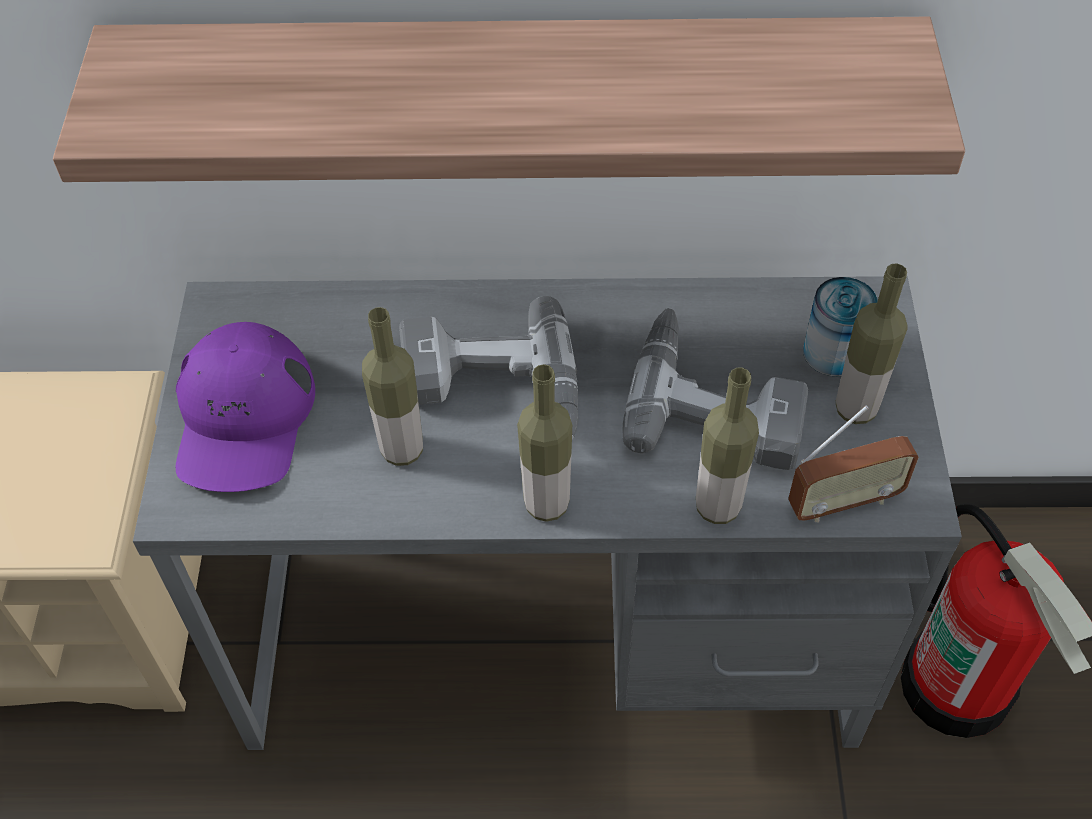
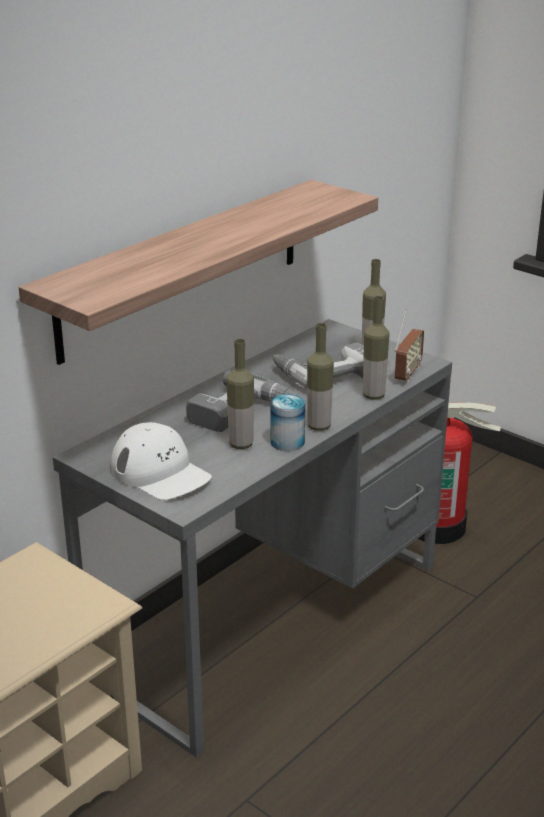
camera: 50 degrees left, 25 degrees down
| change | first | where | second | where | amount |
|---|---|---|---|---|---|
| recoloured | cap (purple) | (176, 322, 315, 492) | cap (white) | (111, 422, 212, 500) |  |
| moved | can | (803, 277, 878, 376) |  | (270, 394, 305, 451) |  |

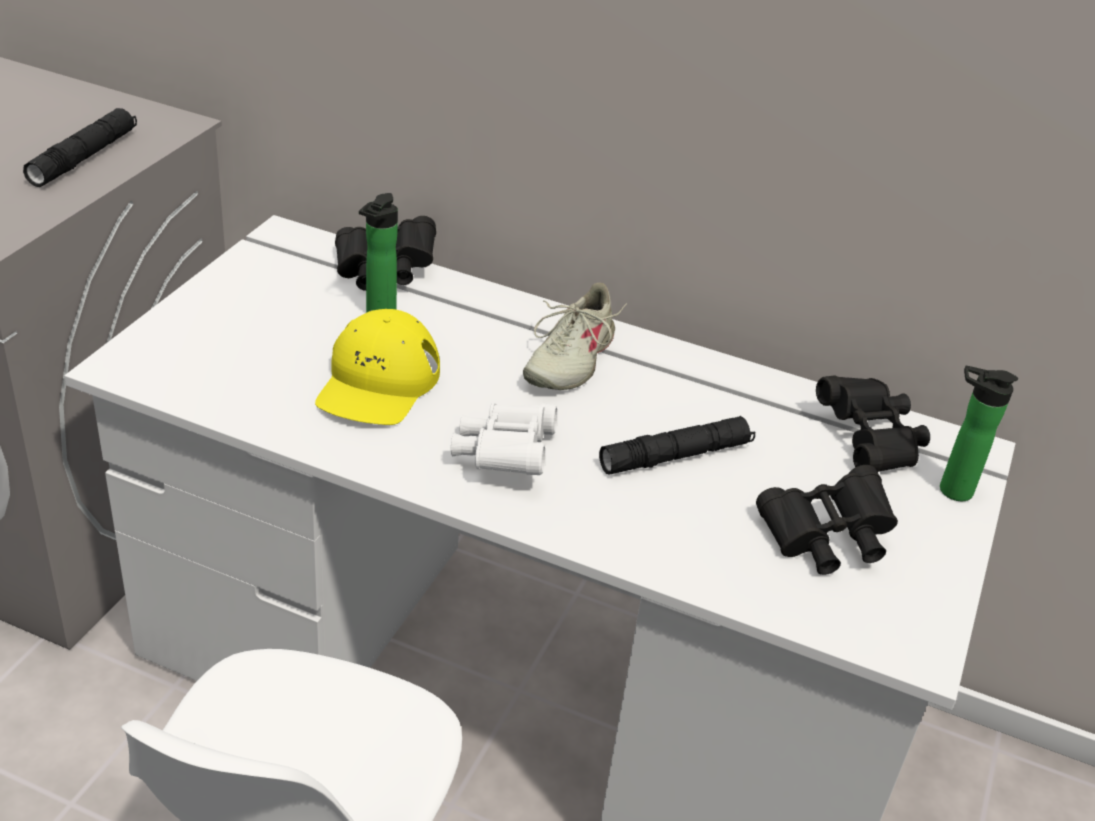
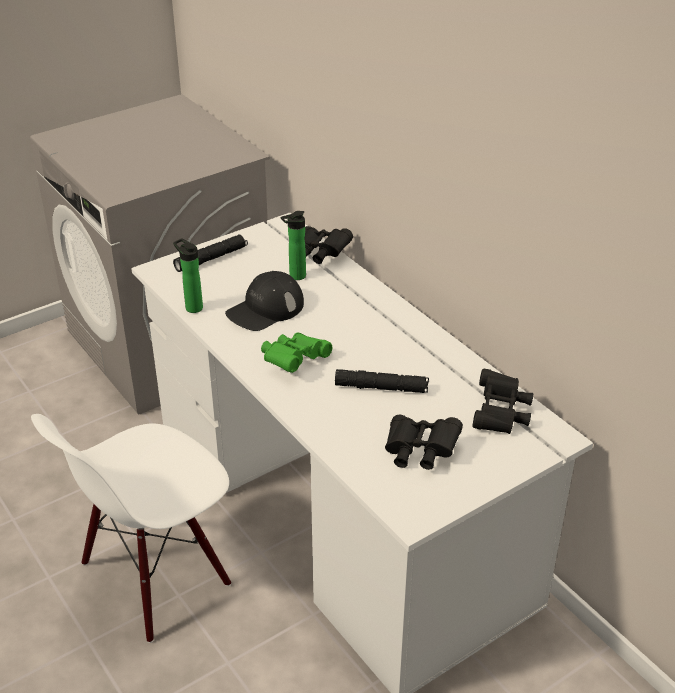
camera: 35 degrees right, 0 degrees up
| change | first | where | second | where | amount |
|---|---|---|---|---|---|
| moved | flashlight (black) | (23, 108, 137, 187) |  | (173, 234, 248, 272) |  |
| moved | bottle | (940, 366, 1018, 501) |  | (173, 238, 203, 313) |  |
| recoloured | cap (yellow) | (315, 309, 440, 425) | cap (black) | (225, 271, 304, 331) |  |
| recoloured | binoculars (white) | (451, 403, 557, 475) | binoculars (green) | (261, 332, 332, 373) |  |
| removed | shoe (beige) | (523, 283, 627, 390) |  |  |  |

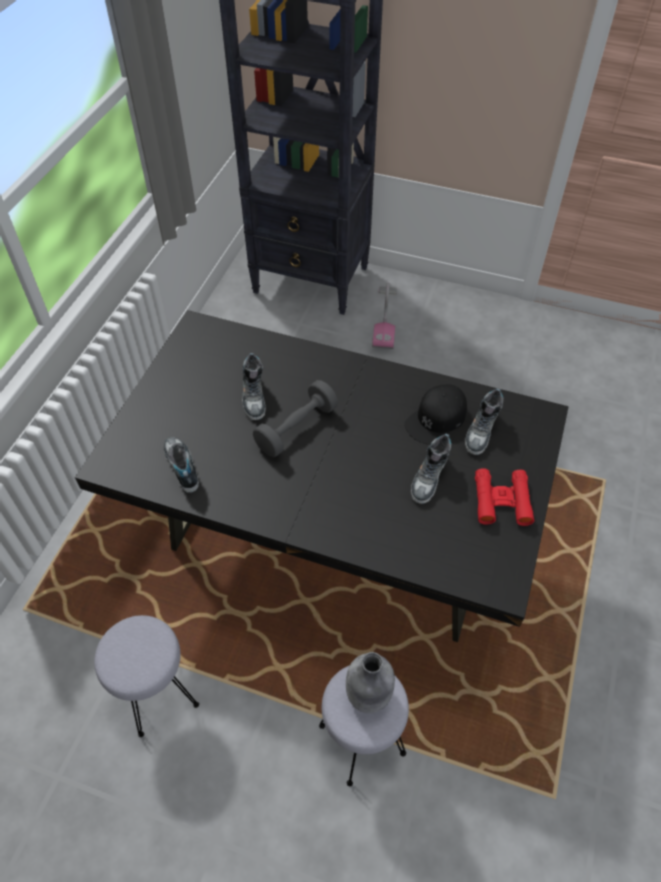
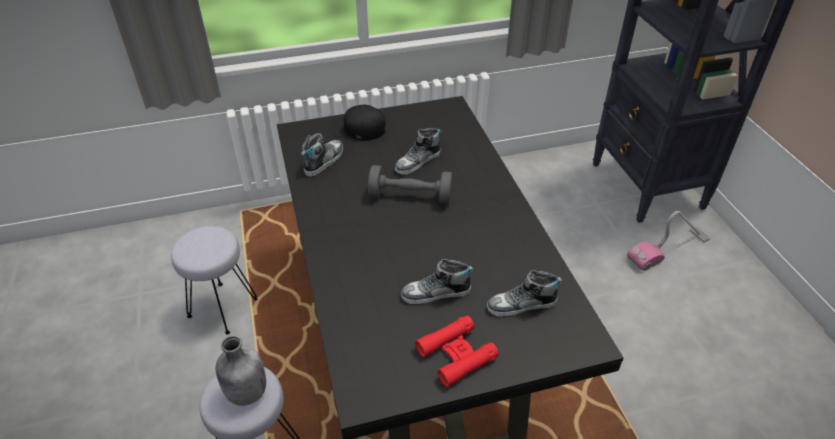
camera: 55 degrees right, 10 degrees down
| change | first | where | second | where | amount |
|---|---|---|---|---|---|
| moved | cap (black) | (404, 384, 467, 445) |  | (330, 105, 386, 141) |  |

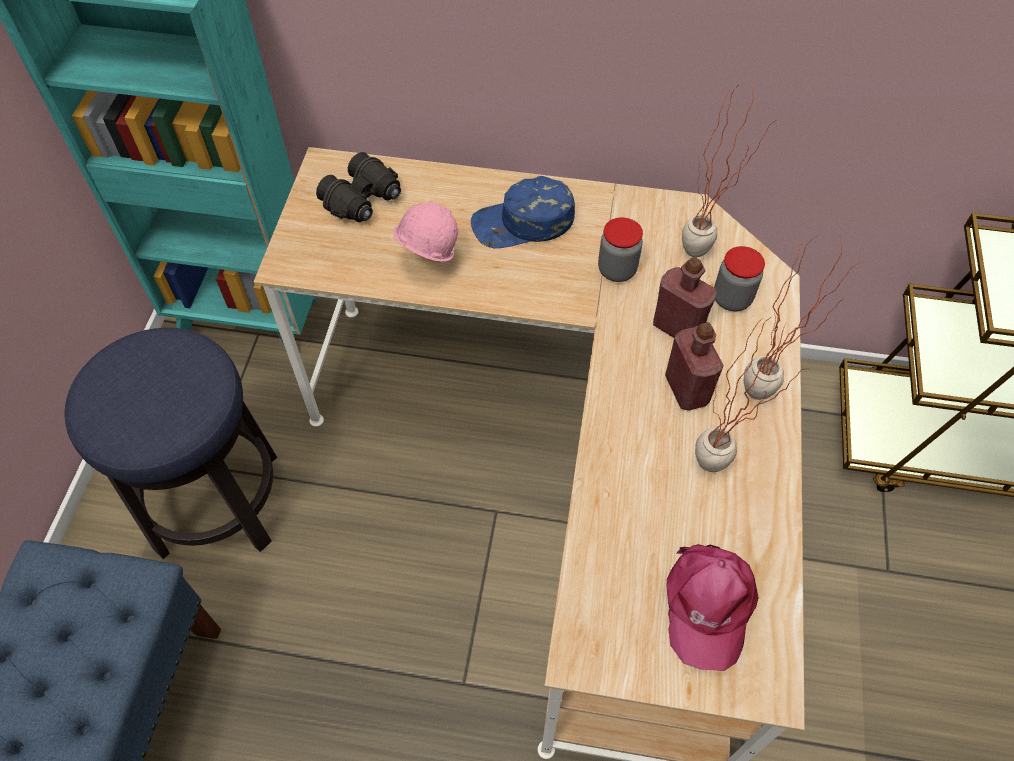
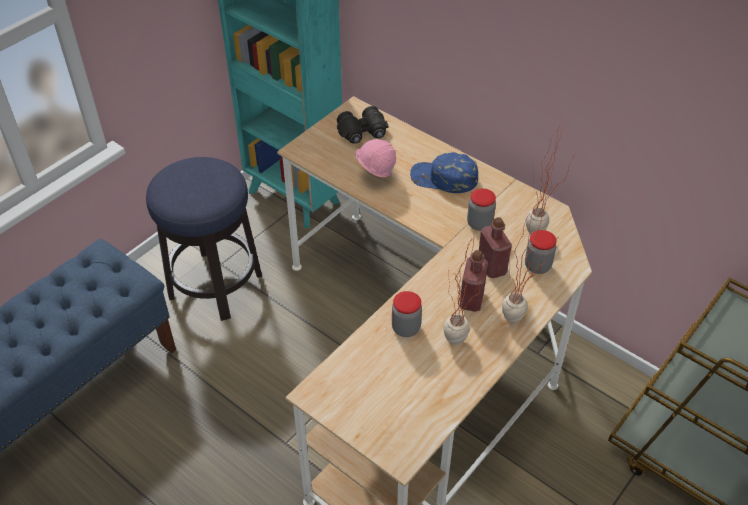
camera: 30 degrees right, 10 degrees down
| change | first | where | second | where | amount |
|---|---|---|---|---|---|
| added |  |  | jar | (392, 291, 422, 337) |  |
| removed | cap (pink) | (666, 544, 759, 671) |  |  |  |

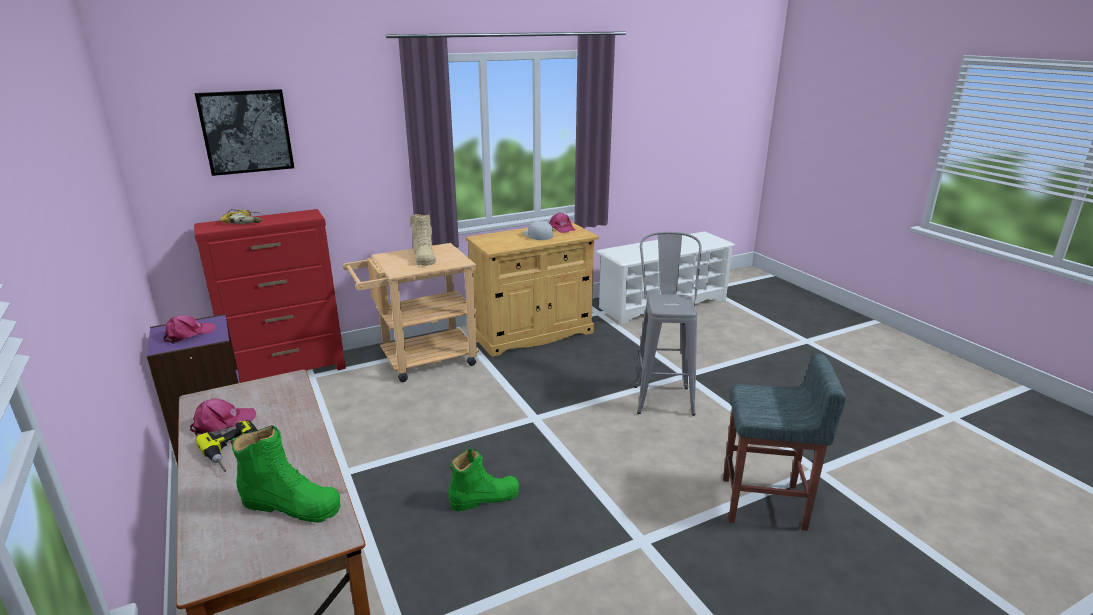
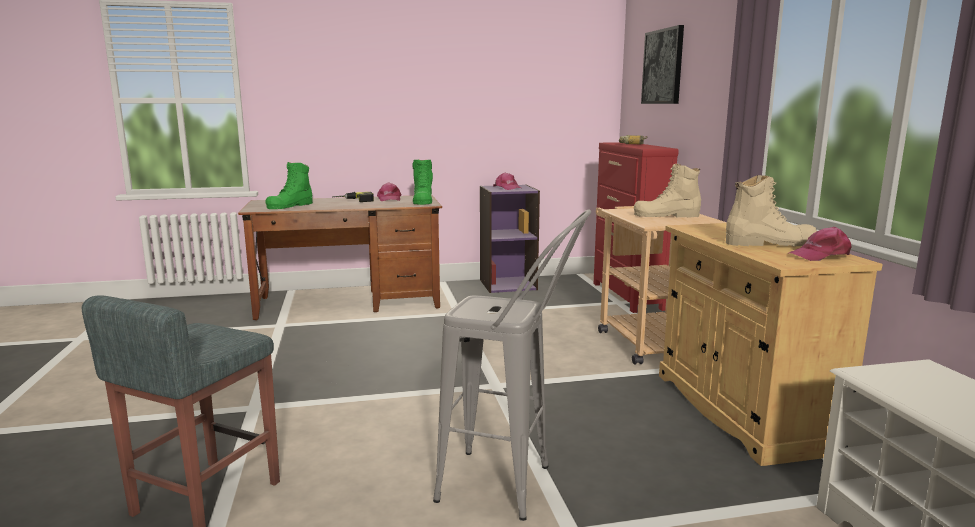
camera: 105 degrees right, 10 degrees down
| change | first | where | second | where | amount |
|---|---|---|---|---|---|
| moved | boot (green) | (448, 449, 519, 511) |  | (412, 159, 433, 205) |  |
| replaced | cap (white) | (523, 220, 553, 240) | boot (beige) | (726, 175, 817, 247) |  |

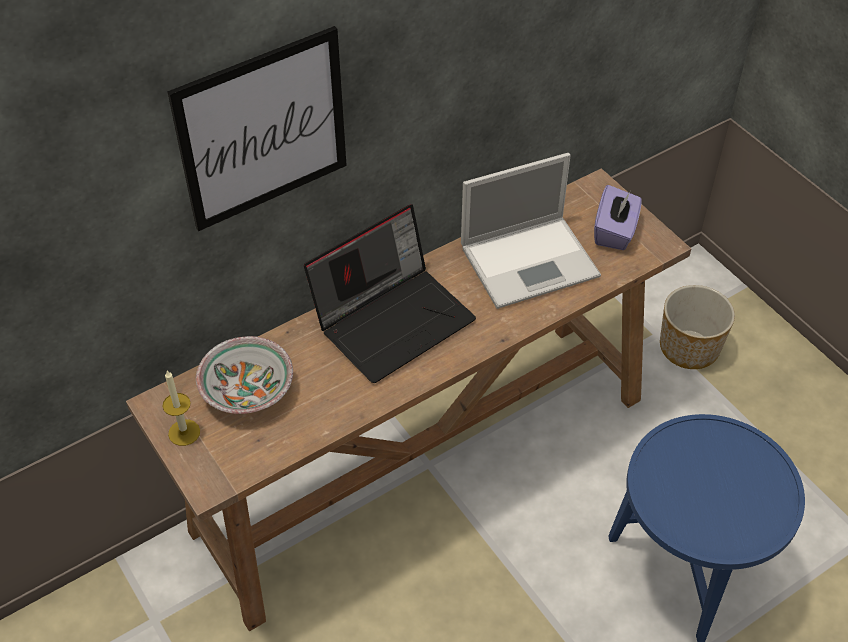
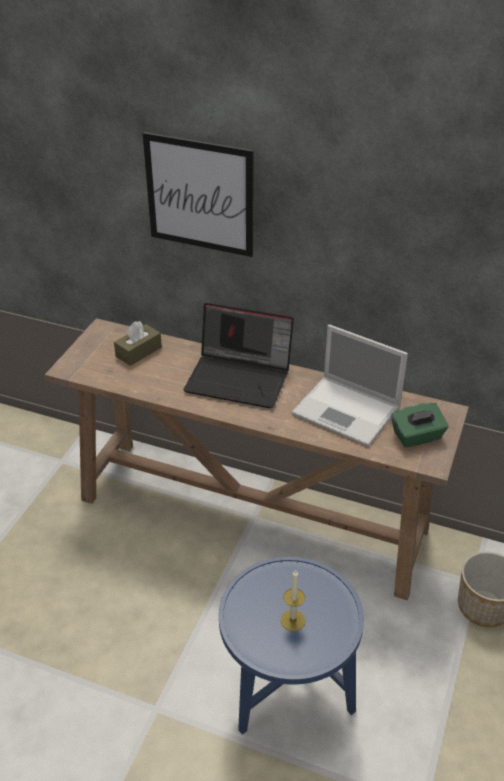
camera: 55 degrees right, 10 degrees down
| change | first | where | second | where | amount |
|---|---|---|---|---|---|
| replaced | bowl | (196, 336, 293, 414) | tissue box (brown) | (114, 321, 162, 366) |  |
| moved | candle | (162, 371, 200, 446) |  | (281, 570, 305, 631) |  |
| recoloured | tissue box (purple) | (594, 185, 641, 250) | tissue box (green) | (391, 403, 449, 448) |  |

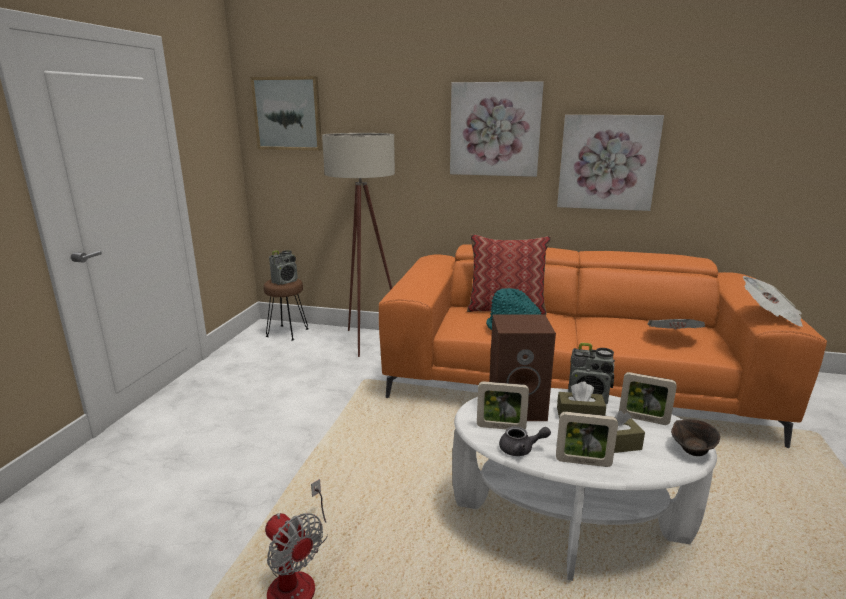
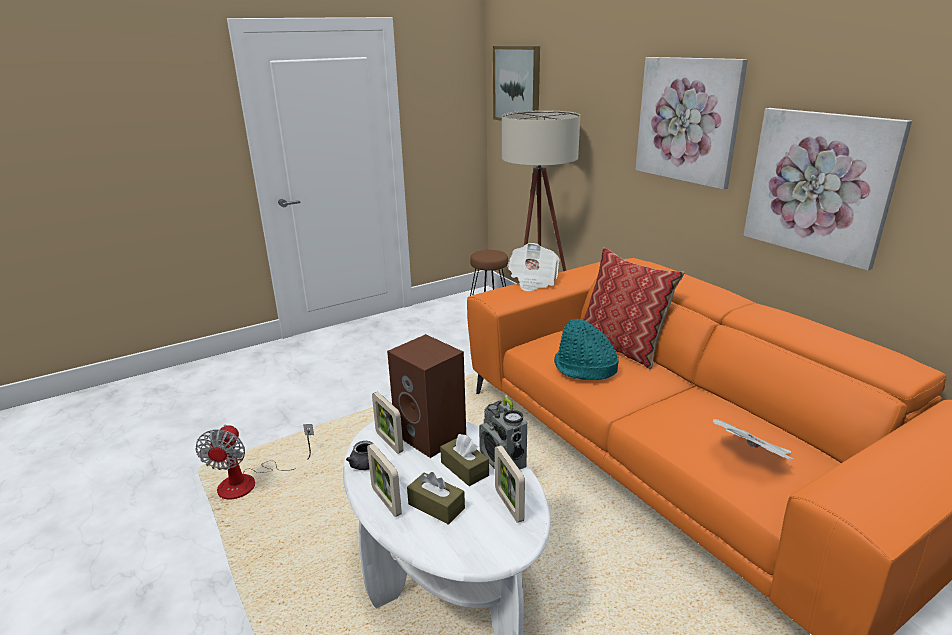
camera: 45 degrees right, 5 degrees up
| change | first | where | second | where | amount |
|---|---|---|---|---|---|
| moved | newspaper | (743, 276, 803, 327) |  | (507, 243, 560, 291) |  |
| removed | radio | (269, 250, 298, 285) |  |  |  |
| removed | bowl (brown) | (671, 419, 720, 456) |  |  |  |

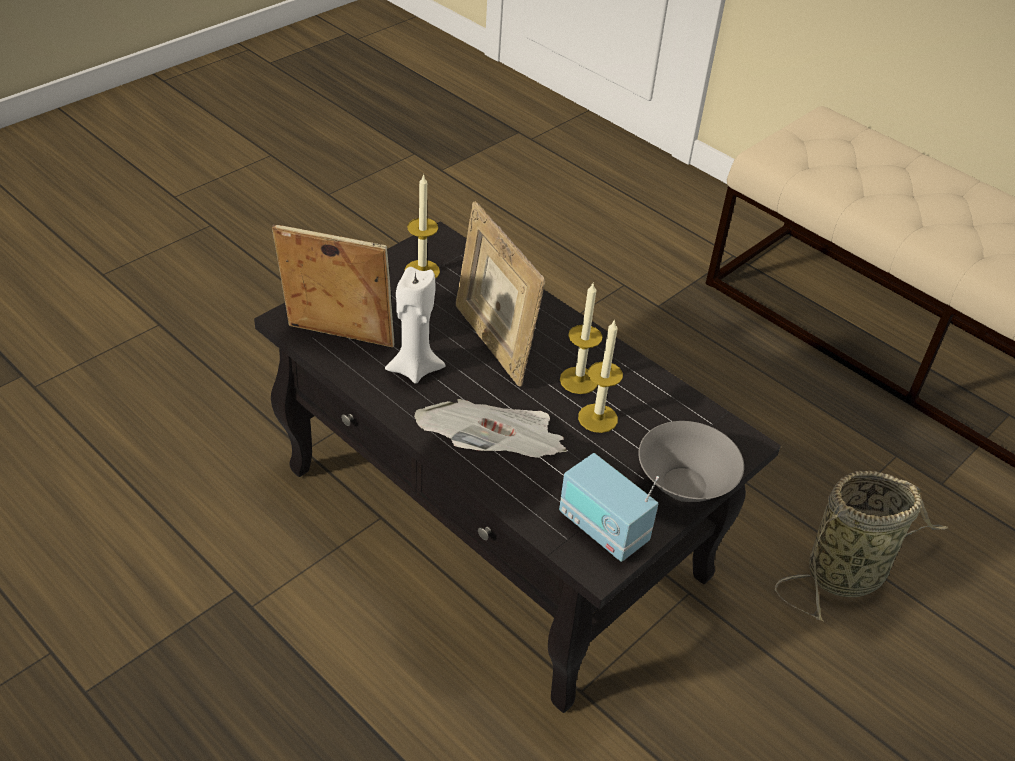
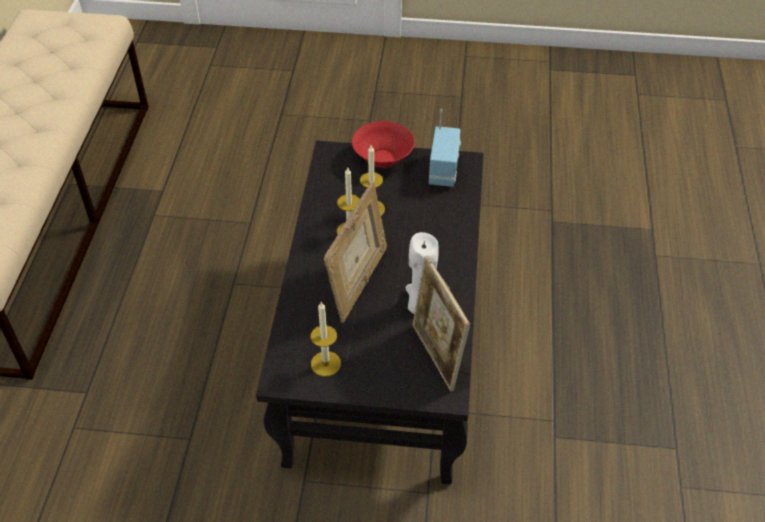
camera: 125 degrees left, 5 degrees up
| change | first | where | second | where | amount |
|---|---|---|---|---|---|
| recoloured | bowl (grey) | (638, 421, 744, 502) | bowl (red) | (352, 121, 415, 168) |  |
| removed | newspaper | (414, 399, 567, 458) |  |  |  |
| removed | basket | (774, 471, 949, 622) |  |  |  |

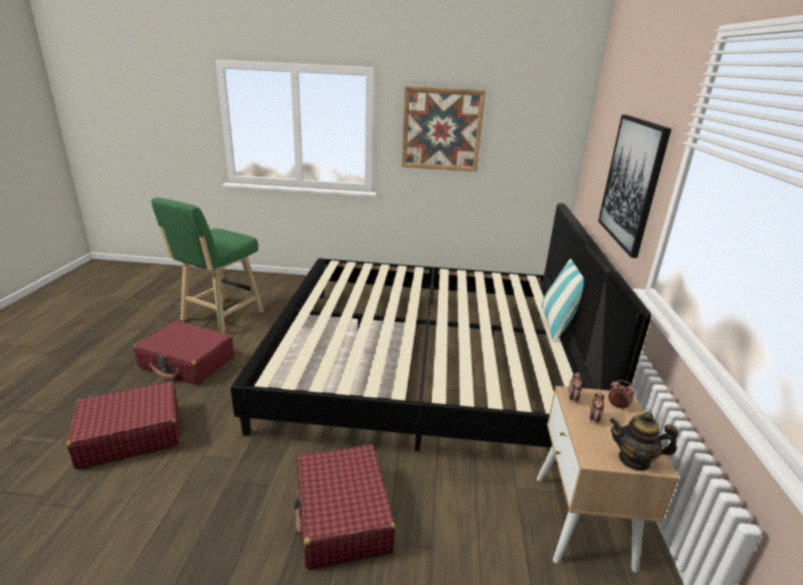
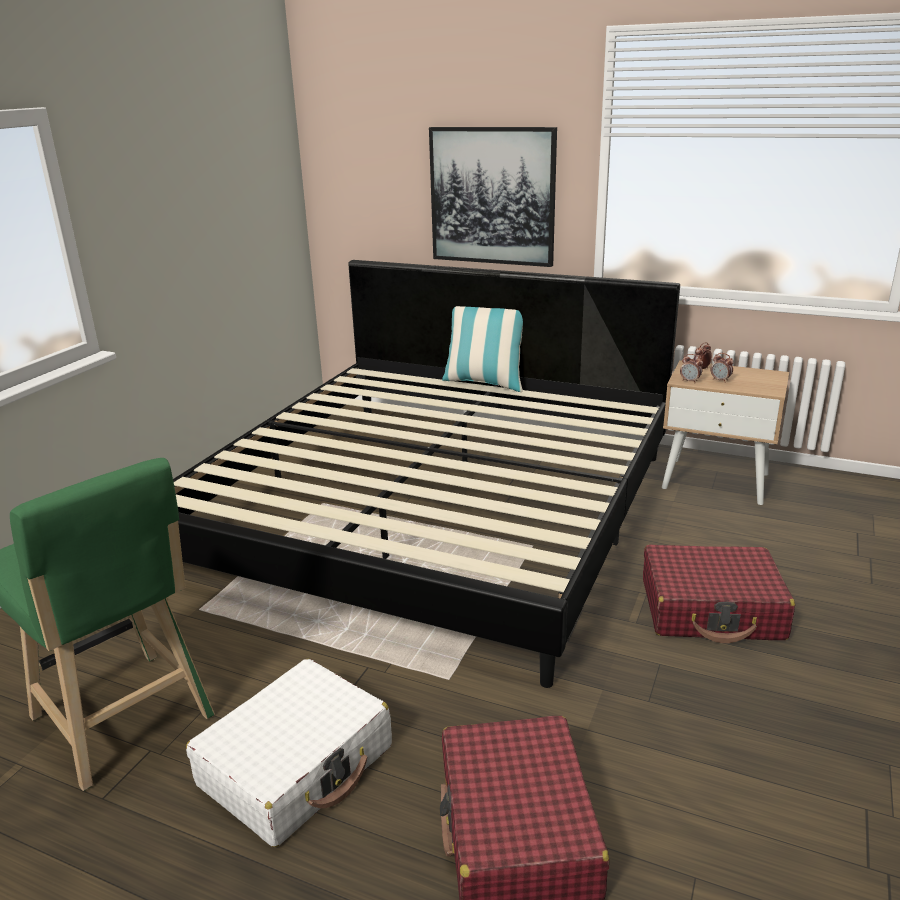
camera: 70 degrees left, 0 degrees up
| change | first | where | second | where | amount |
|---|---|---|---|---|---|
| recoloured | suitcase (red) | (133, 321, 234, 385) | suitcase (white) | (186, 659, 392, 847) |  |
| removed | picture | (402, 86, 486, 172) |  |  |  |
| removed | teapot | (610, 412, 678, 471) |  |  |  |

